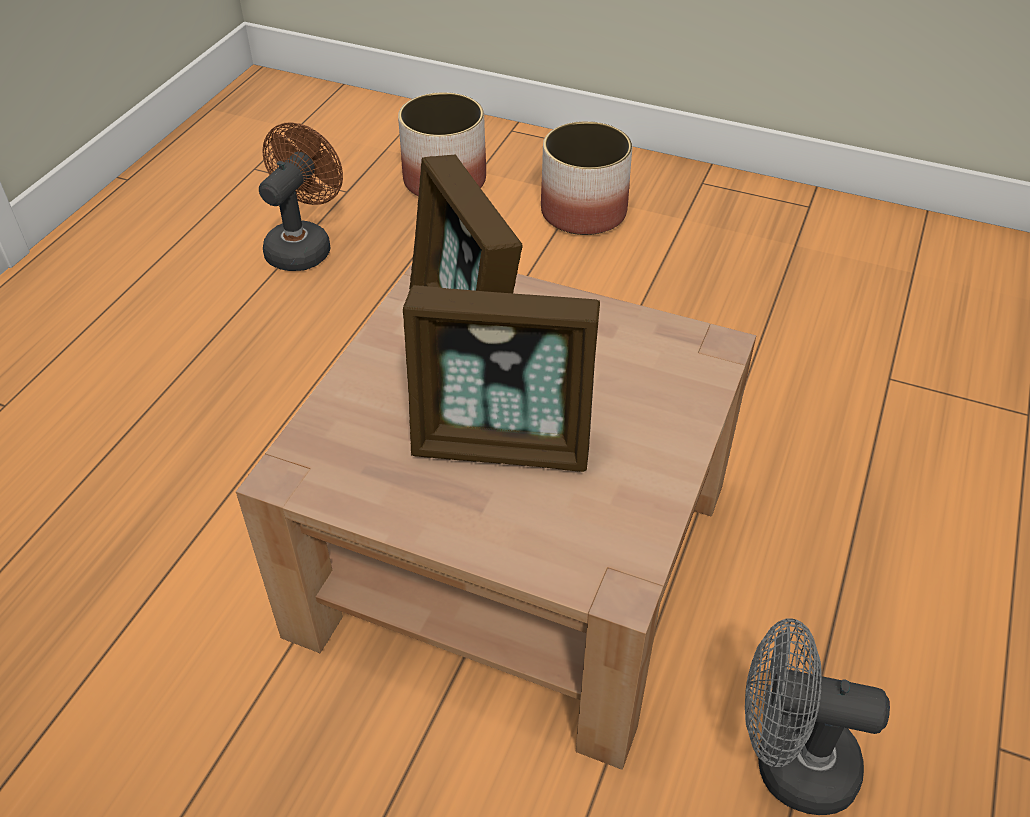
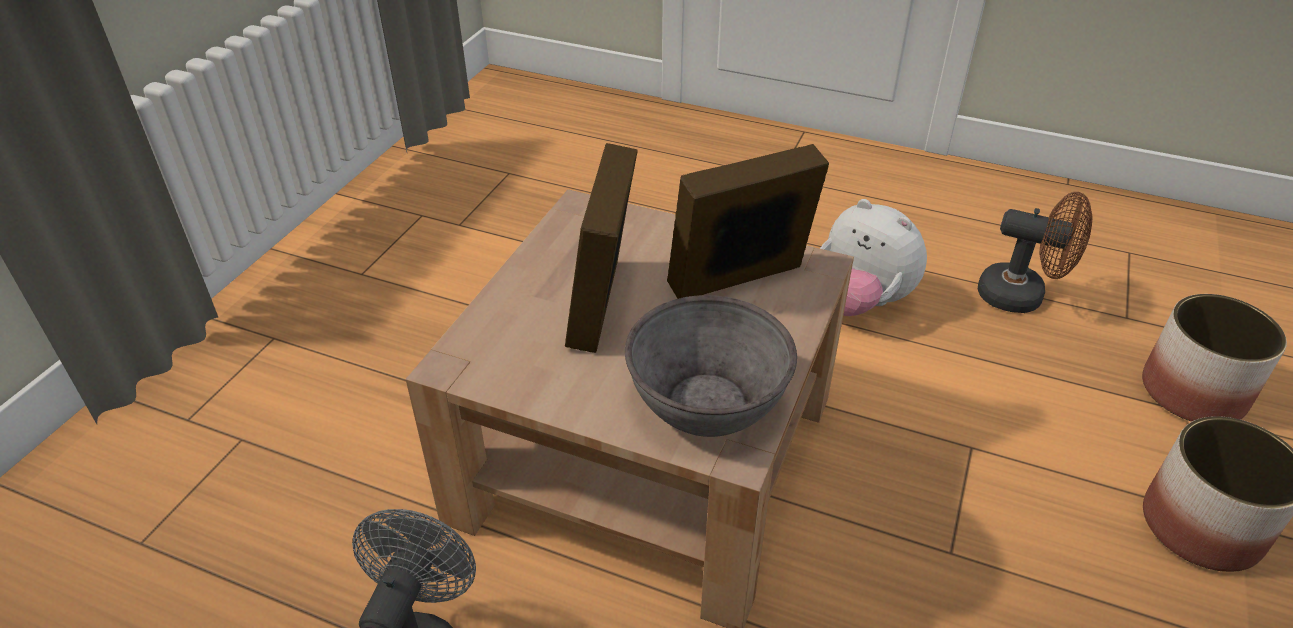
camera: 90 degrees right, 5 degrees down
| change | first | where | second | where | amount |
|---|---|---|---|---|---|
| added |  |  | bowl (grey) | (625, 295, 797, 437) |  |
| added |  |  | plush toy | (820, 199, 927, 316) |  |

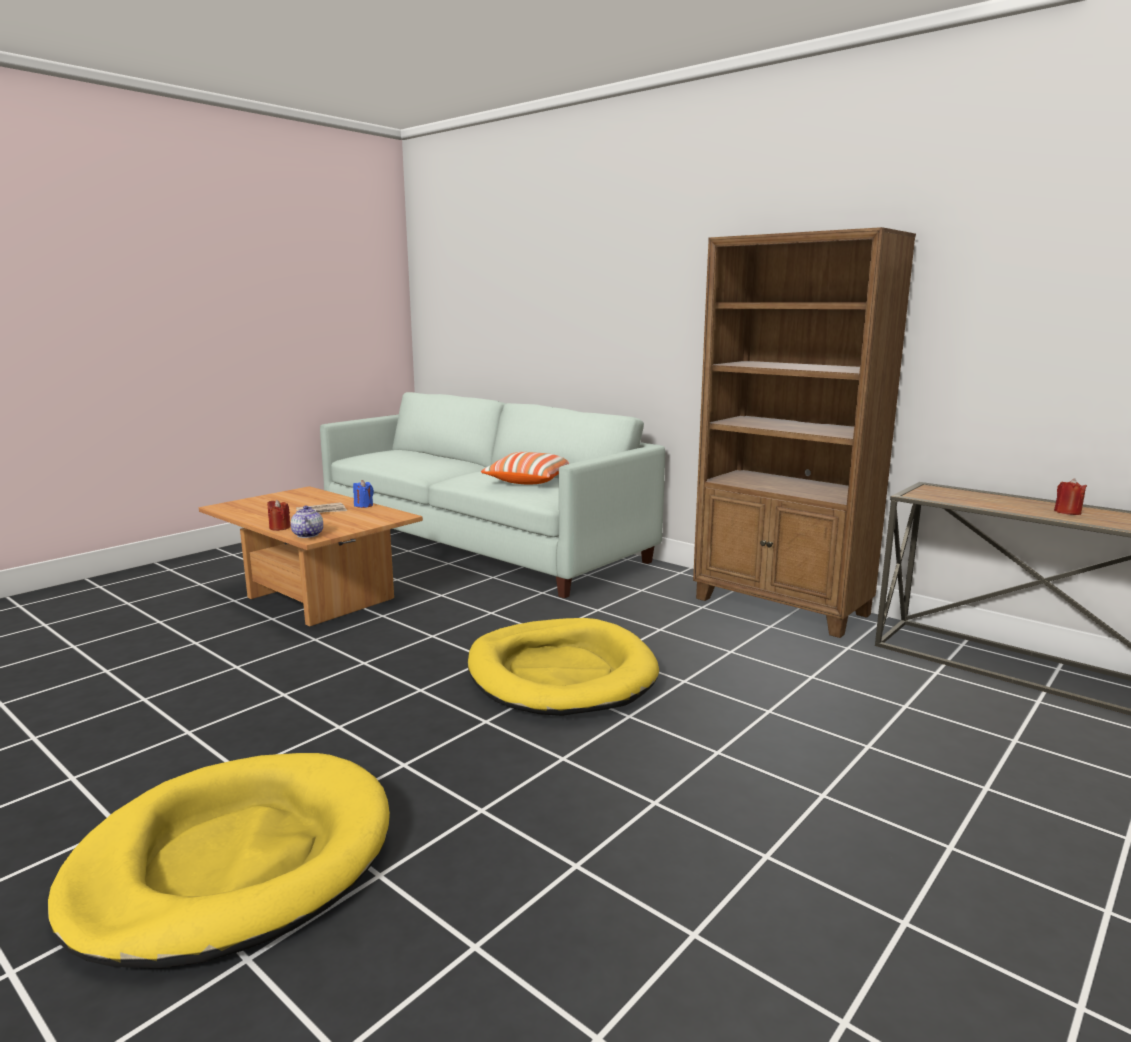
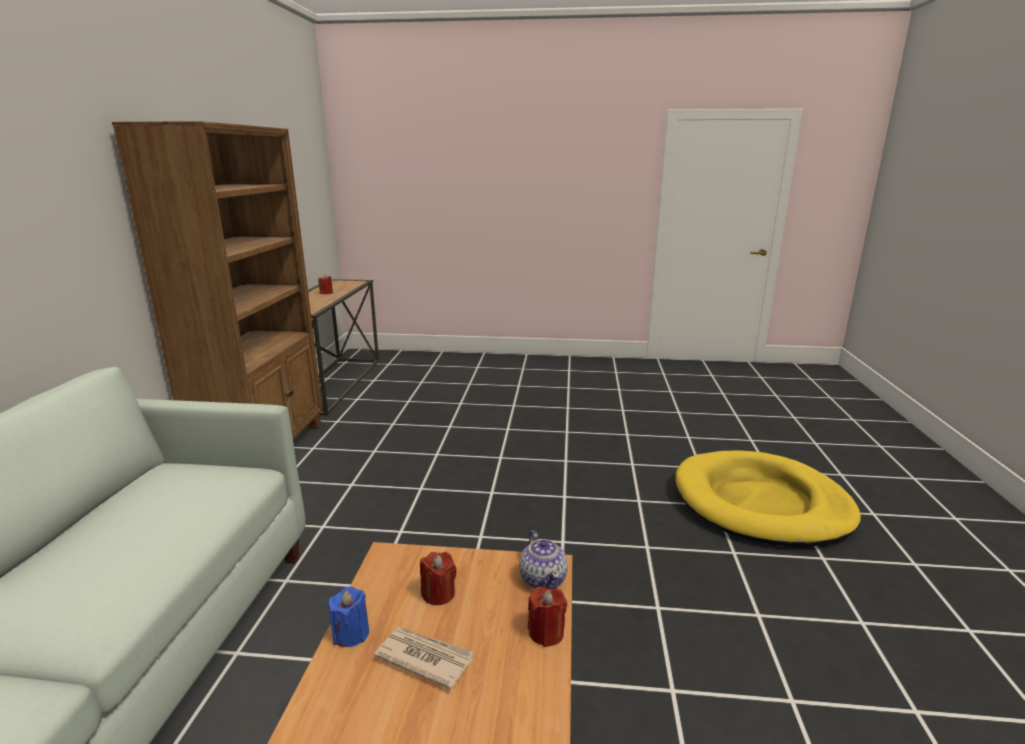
camera: 125 degrees left, 5 degrees up
| change | first | where | second | where | amount |
|---|---|---|---|---|---|
| added |  |  | candle (red) | (420, 552, 457, 605) |  |
| turned | teapot | (291, 506, 323, 538) |  | (519, 531, 568, 589) | 60 degrees counterclockwise |
| removed | dog bed (yellow) | (468, 618, 659, 716) |  |  |  |
| removed | pillow | (481, 452, 569, 484) |  |  |  |

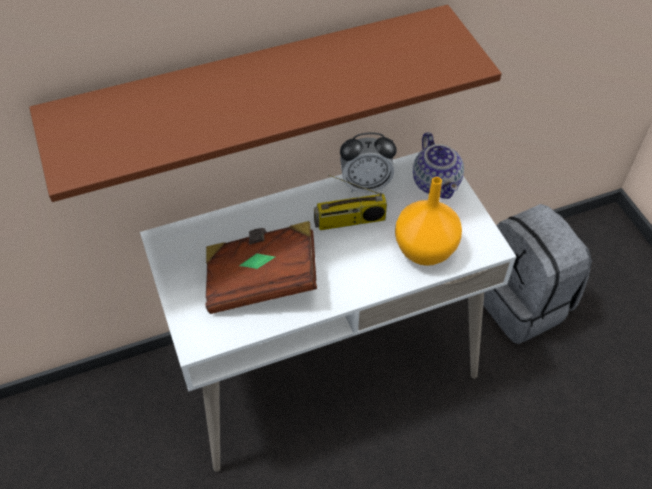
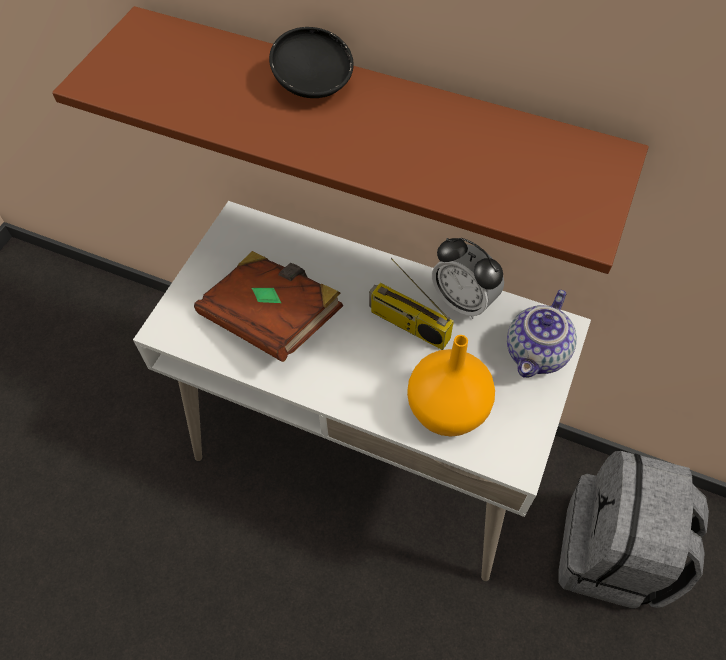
camera: 45 degrees right, 5 degrees up
| change | first | where | second | where | amount |
|---|---|---|---|---|---|
| added |  |  | bowl (black) | (269, 27, 354, 98) |  |

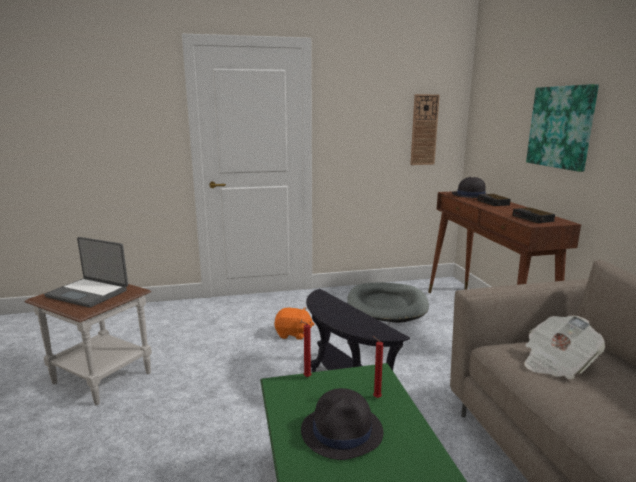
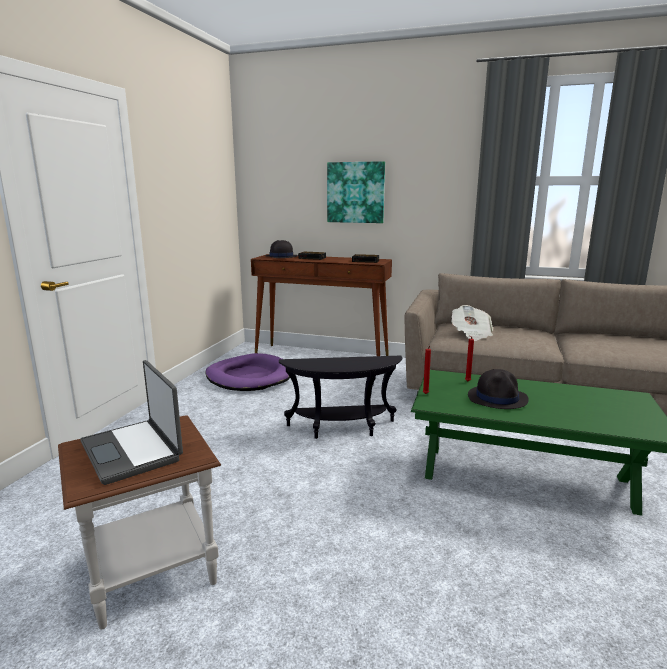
camera: 60 degrees left, 0 degrees up
| change | first | where | second | where | amount |
|---|---|---|---|---|---|
| turned | laptop | (44, 237, 128, 308) |  | (80, 360, 183, 485) | 90 degrees clockwise |
| recoloured | dog bed (grey) | (347, 283, 429, 323) | dog bed (purple) | (205, 353, 290, 391) |  |
| removed | plush toy (orange) | (274, 307, 314, 340) |  |  |  |
| removed | wall clock | (410, 94, 440, 165) |  |  |  |

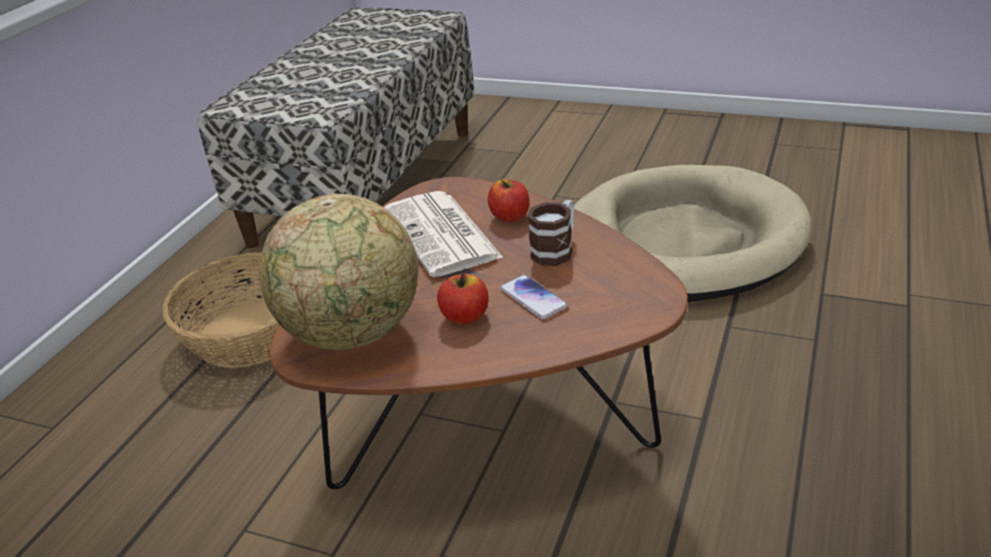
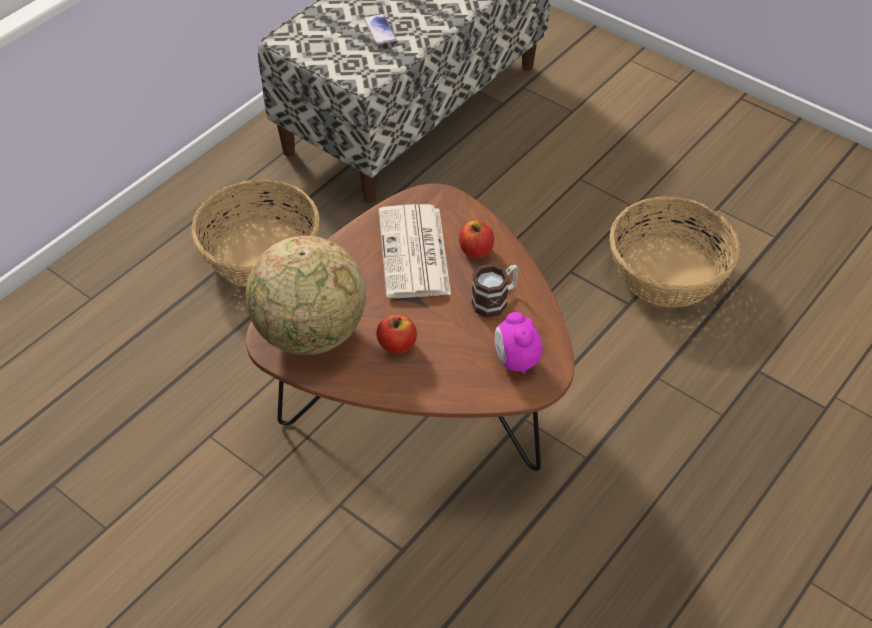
camera: 15 degrees right, 15 degrees up
| change | first | where | second | where | amount |
|---|---|---|---|---|---|
| moved | phone | (499, 275, 568, 320) |  | (364, 14, 396, 45) |  |
| added |  |  | alarm clock | (495, 312, 542, 374) |  |
| replaced | dog bed (beige) | (574, 165, 812, 302) | basket | (610, 197, 740, 307) |  |

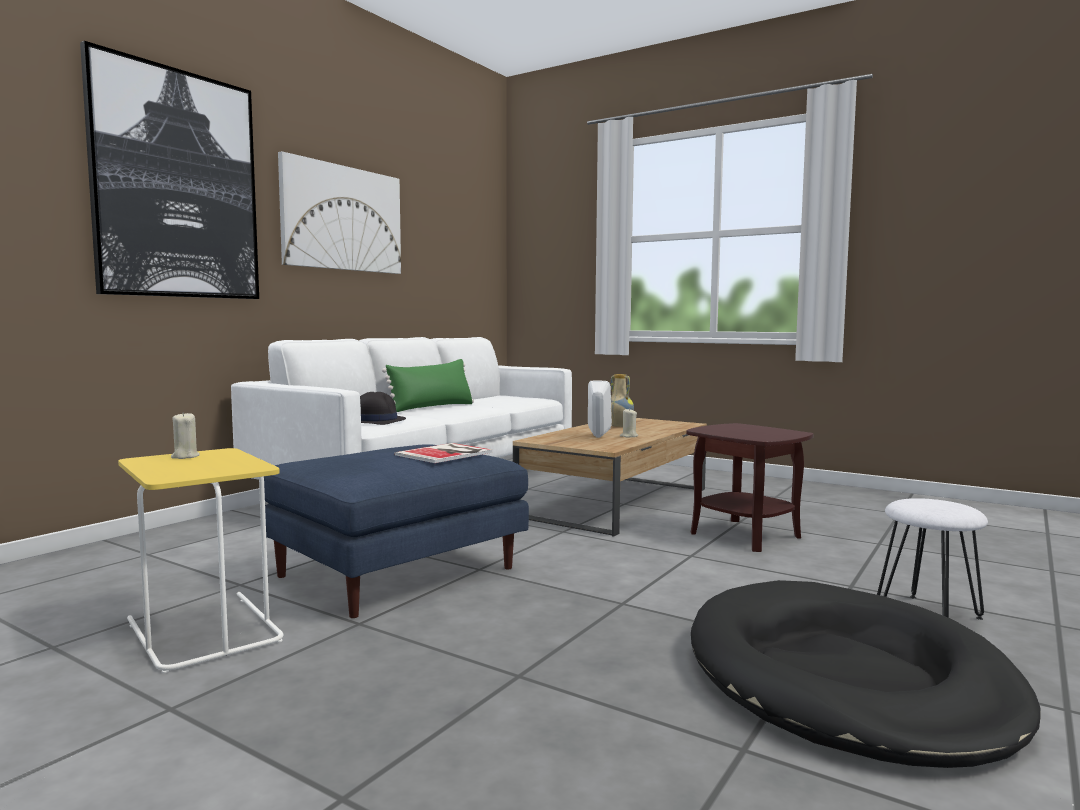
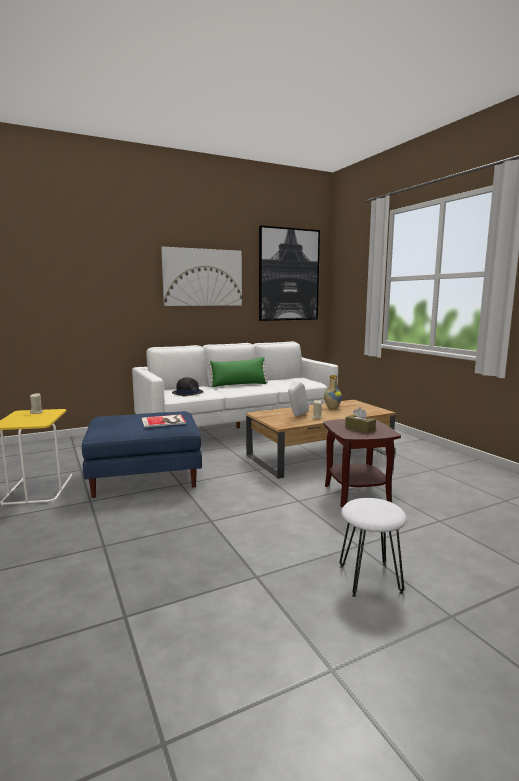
camera: 30 degrees right, 5 degrees up
| change | first | where | second | where | amount |
|---|---|---|---|---|---|
| moved | picture | (80, 41, 259, 299) |  | (259, 226, 320, 321) |  |
| added |  |  | tissue box (brown) | (345, 407, 376, 433) |  |
| removed | dog bed (black) | (691, 580, 1041, 768) |  |  |  |

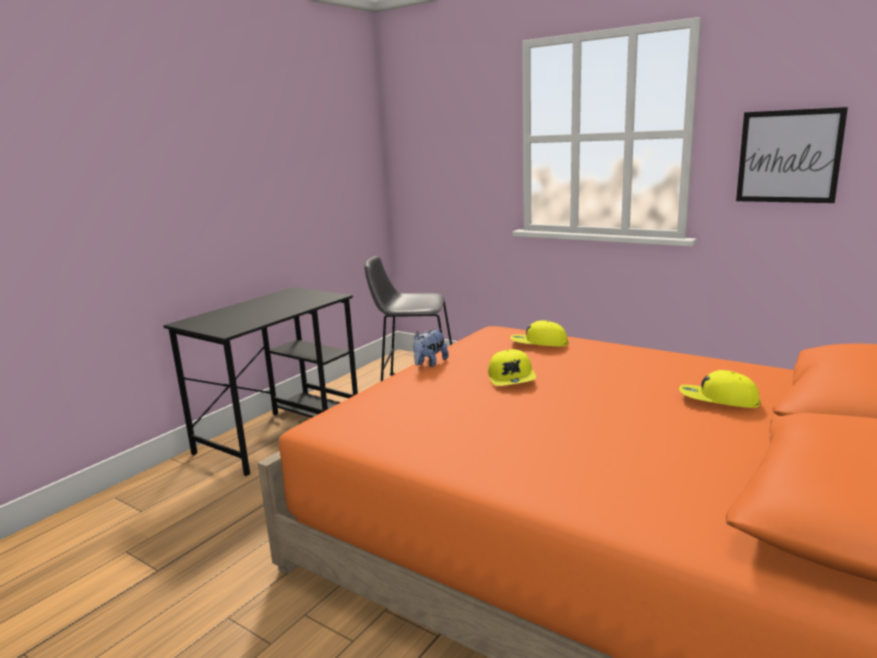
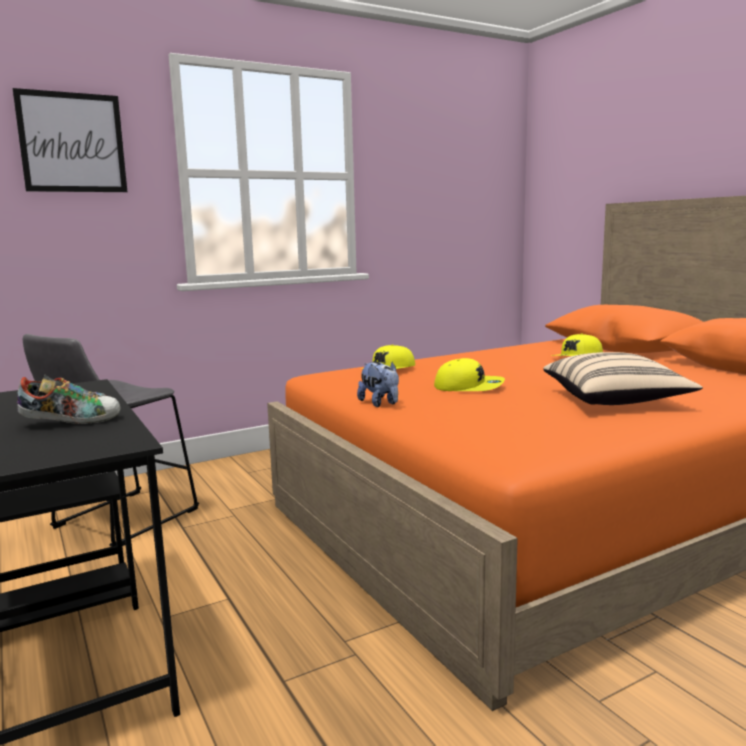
camera: 65 degrees left, 5 degrees down
| change | first | where | second | where | amount |
|---|---|---|---|---|---|
| moved | picture | (736, 107, 848, 203) |  | (13, 88, 127, 192) |  |
| added |  |  | shoe | (17, 374, 121, 424) |  |
| added |  |  | pillow (beige) | (543, 352, 703, 405) |  |

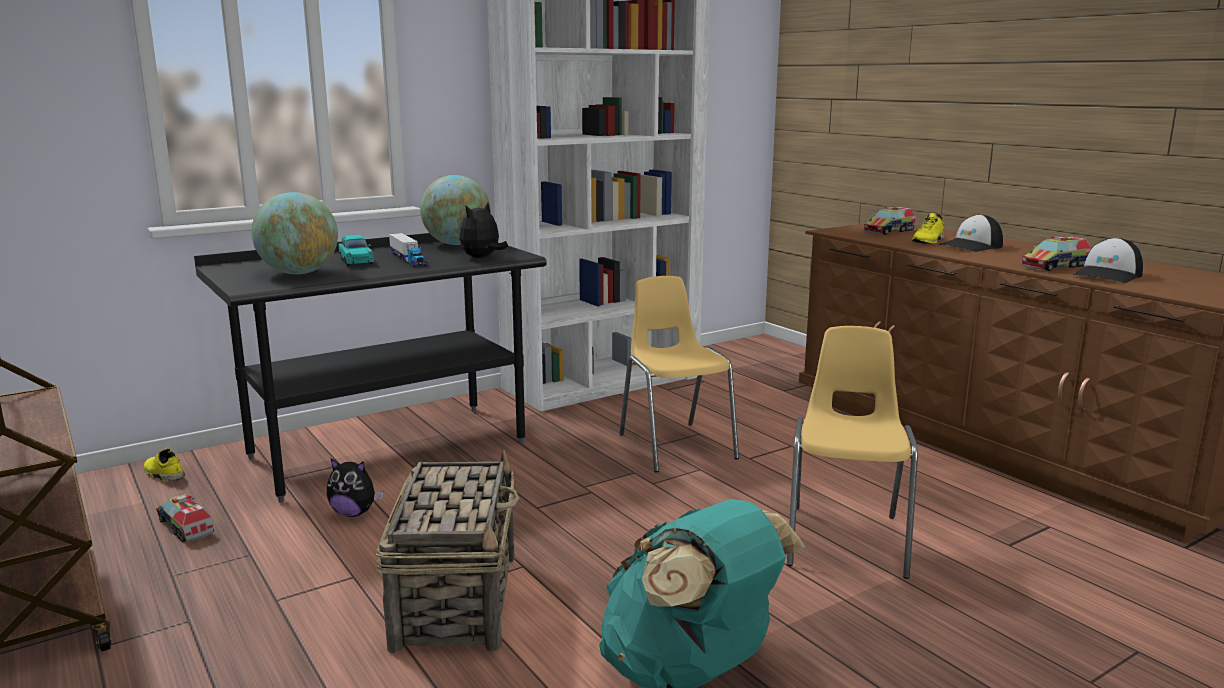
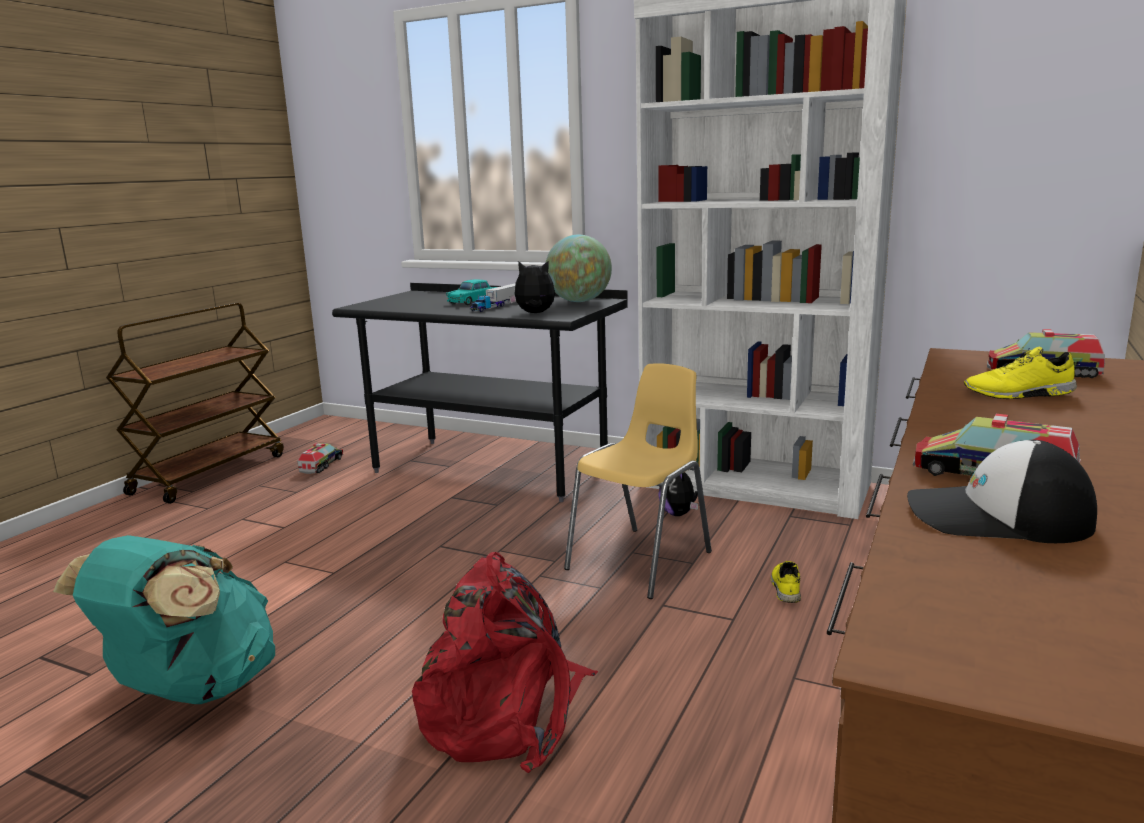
camera: 60 degrees right, 0 degrees up
| change | first | where | second | where | amount |
|---|---|---|---|---|---|
| replaced | chair (yellow) | (787, 326, 918, 579) | backpack (red) | (412, 552, 598, 773) |  |
| moved | plush toy | (327, 458, 383, 517) |  | (658, 472, 698, 516) |  |
| moved | shoe (yellow) | (143, 449, 185, 482) |  | (771, 561, 801, 603) |  |
| removed | globe | (252, 192, 338, 274) |  |  |  |
| removed | basket | (376, 450, 519, 653) |  |  |  |
| removed | cap | (939, 214, 1003, 252) |  |  |  |

